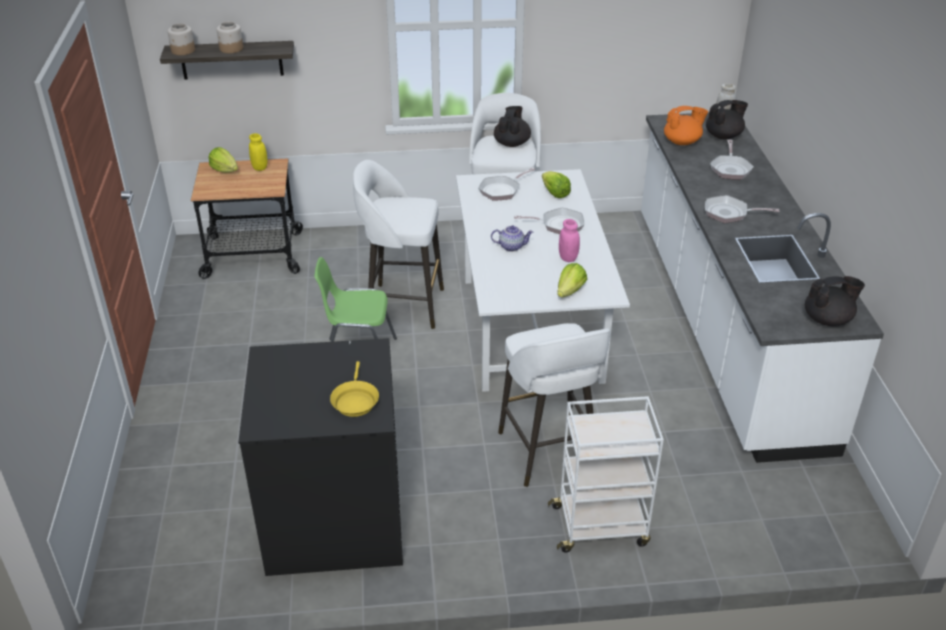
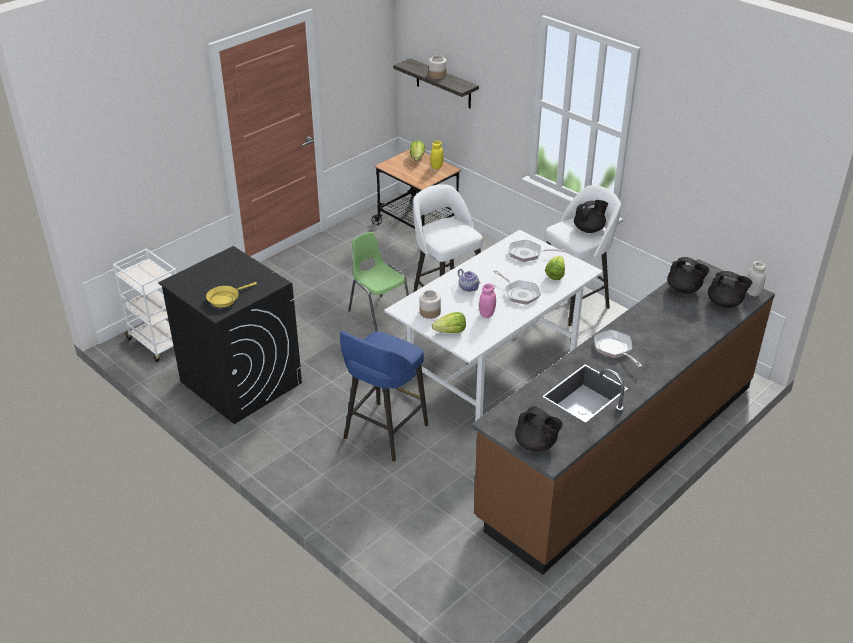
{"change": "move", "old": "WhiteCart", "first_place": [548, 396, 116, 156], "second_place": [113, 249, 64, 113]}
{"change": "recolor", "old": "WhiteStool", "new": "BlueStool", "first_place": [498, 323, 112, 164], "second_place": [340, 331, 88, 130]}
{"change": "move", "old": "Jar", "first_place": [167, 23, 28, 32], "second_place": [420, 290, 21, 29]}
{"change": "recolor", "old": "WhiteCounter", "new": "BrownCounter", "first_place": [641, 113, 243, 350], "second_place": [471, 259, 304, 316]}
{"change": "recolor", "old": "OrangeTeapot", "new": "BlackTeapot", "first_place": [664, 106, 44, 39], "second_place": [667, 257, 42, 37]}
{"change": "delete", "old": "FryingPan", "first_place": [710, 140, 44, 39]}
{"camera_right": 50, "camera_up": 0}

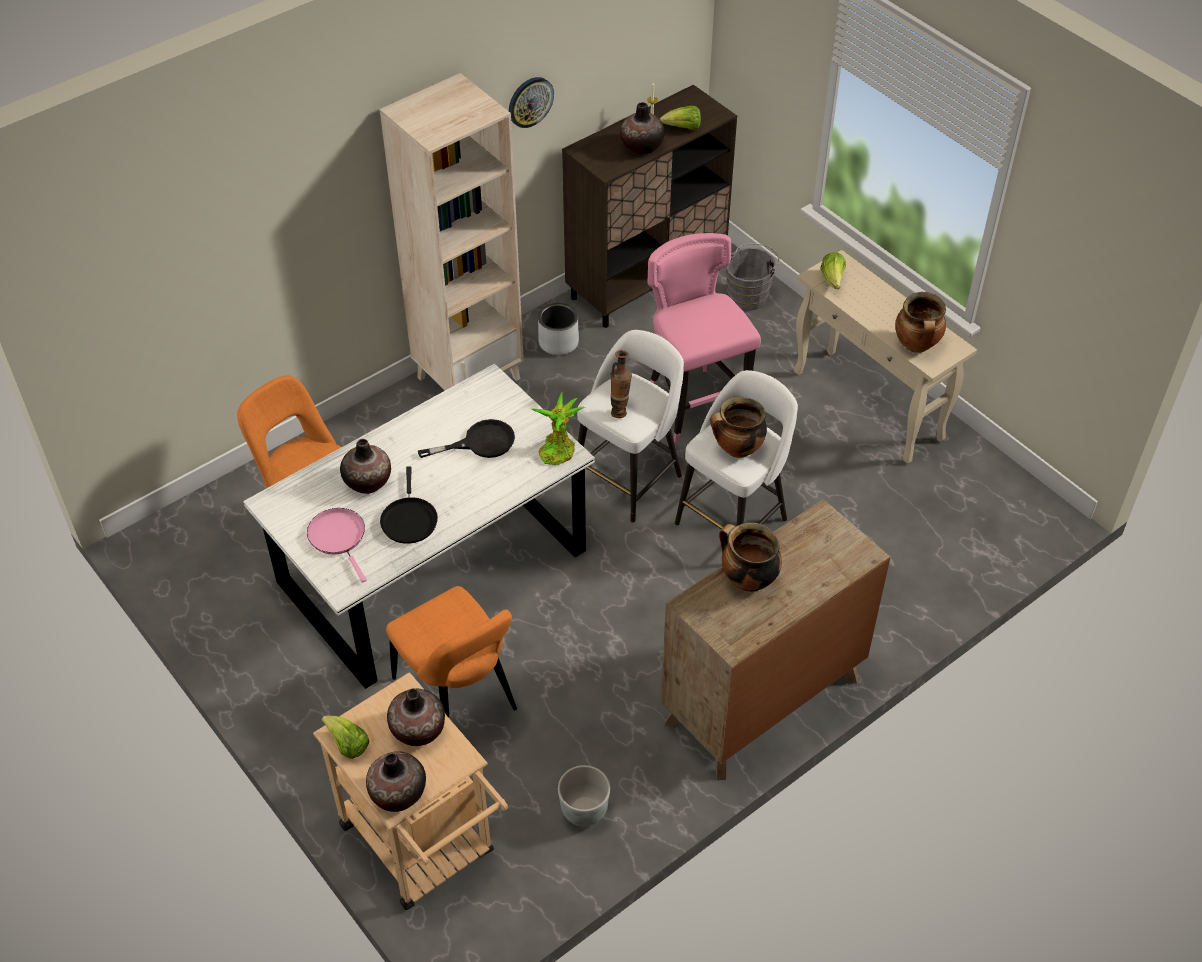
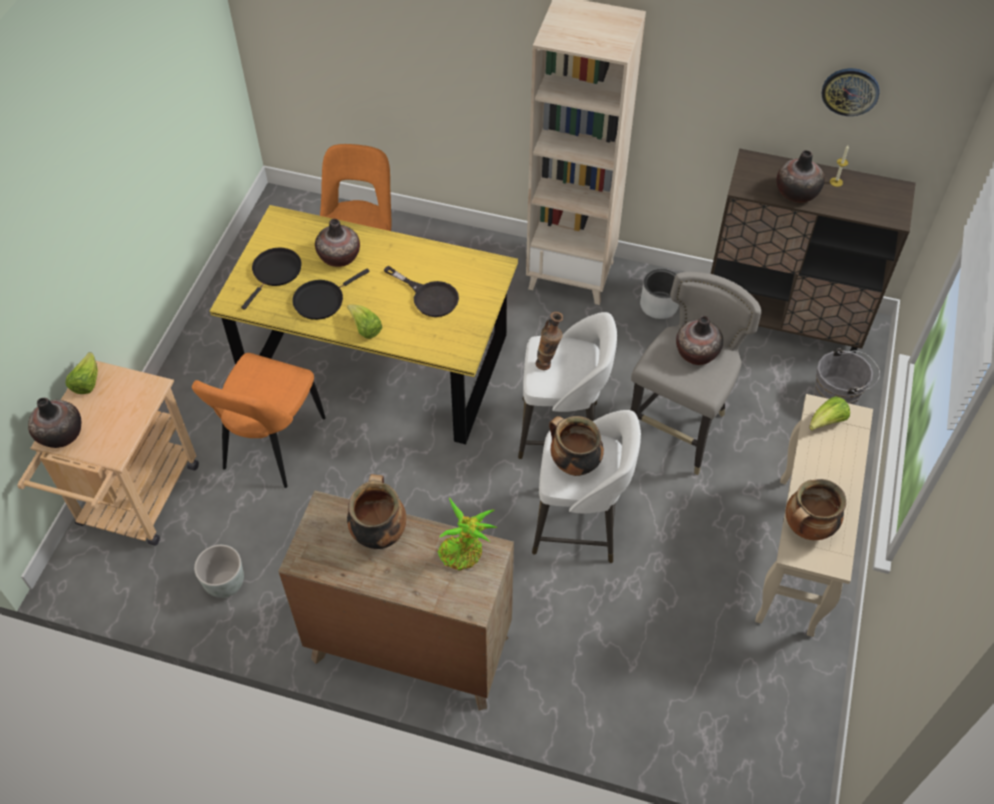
{"change": "recolor", "old": "WhiteDiningTable", "new": "YellowDiningTable", "first_place": [243, 364, 352, 325], "second_place": [210, 205, 308, 239]}
{"change": "recolor", "old": "PinkFryingPan", "new": "BlackFryingPan", "first_place": [307, 508, 60, 75], "second_place": [241, 248, 61, 62]}
{"change": "move", "old": "Lettuce", "first_place": [660, 106, 41, 24], "second_place": [347, 305, 35, 34]}
{"change": "move", "old": "PottedPlant", "first_place": [531, 392, 55, 73], "second_place": [438, 497, 60, 74]}
{"change": "recolor", "old": "PinkStool", "new": "GreyStool", "first_place": [648, 233, 113, 210], "second_place": [631, 272, 130, 203]}
{"change": "move", "old": "Vase", "first_place": [387, 689, 58, 57], "second_place": [676, 316, 47, 49]}
{"change": "move", "old": "WallClock", "first_place": [509, 77, 45, 51], "second_place": [821, 68, 59, 48]}
{"camera_right": 55, "camera_up": 5}

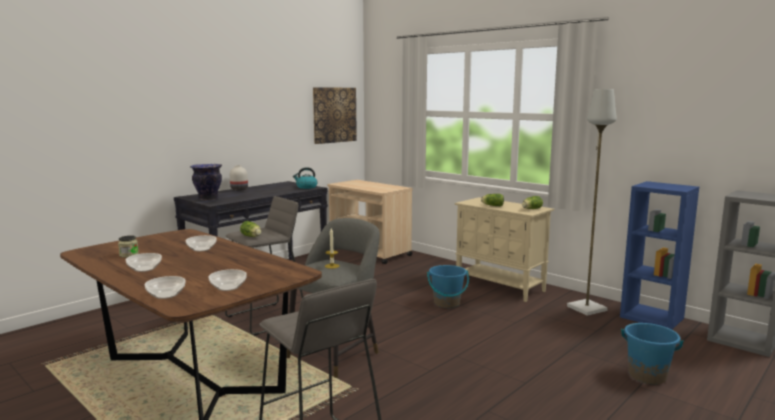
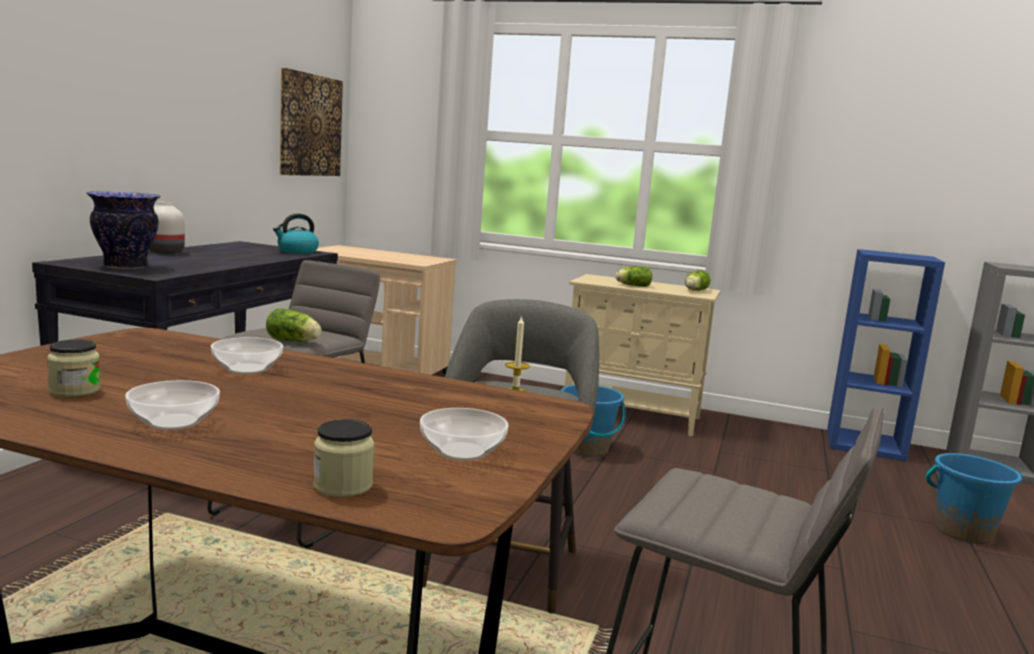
{"change": "replace", "old": "Bowl", "new": "Jar", "first_place": [145, 276, 41, 23], "second_place": [313, 419, 61, 78]}
{"change": "delete", "old": "GreyFloorLamp", "first_place": [567, 89, 50, 227]}
{"camera_right": -25, "camera_up": 0}

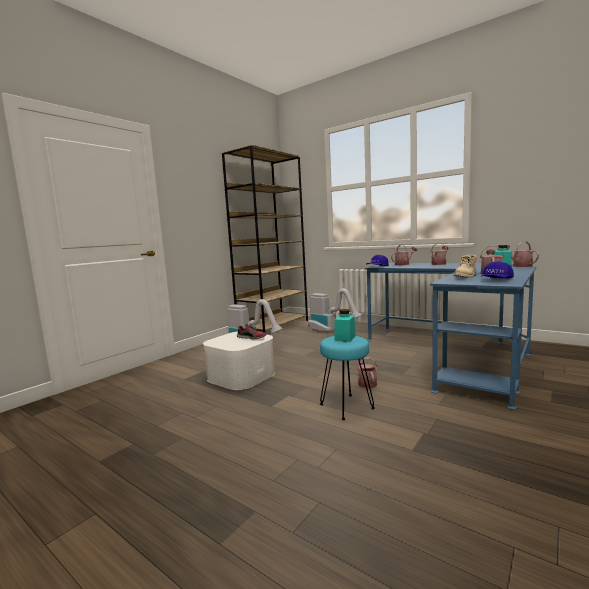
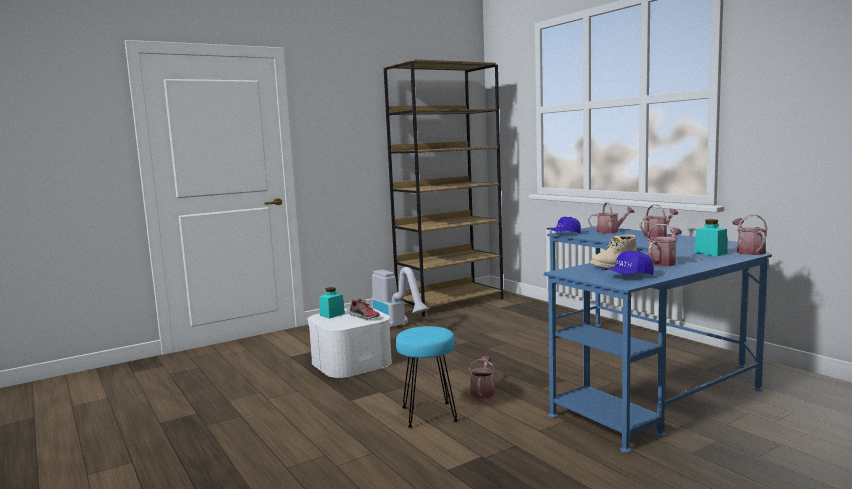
{"change": "move", "old": "TurquoiseJar", "first_place": [334, 309, 22, 33], "second_place": [319, 287, 26, 32]}
{"change": "delete", "old": "VacuumCleaner", "first_place": [308, 288, 54, 45]}
{"camera_right": 20, "camera_up": 0}

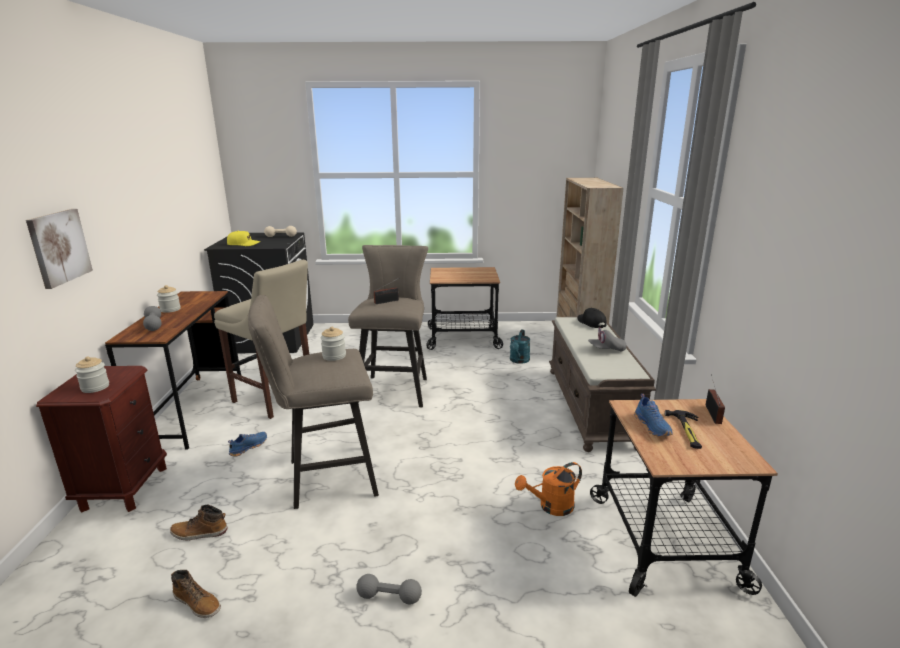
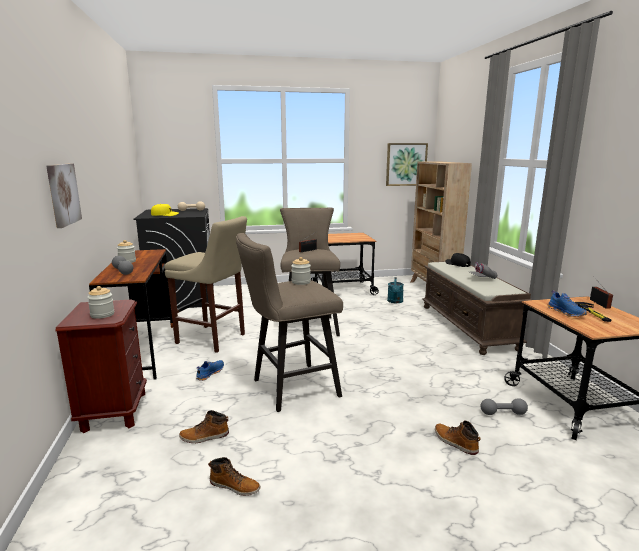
{"change": "insert", "new": "Picture", "second_place": [386, 143, 42, 43]}
{"change": "insert", "new": "Boot", "second_place": [435, 420, 46, 35]}
{"change": "move", "old": "GreyDumbbell", "first_place": [357, 574, 65, 31], "second_place": [480, 398, 48, 17]}
{"change": "delete", "old": "OrangeWateringCan", "first_place": [515, 462, 67, 54]}
{"camera_right": -10, "camera_up": -5}

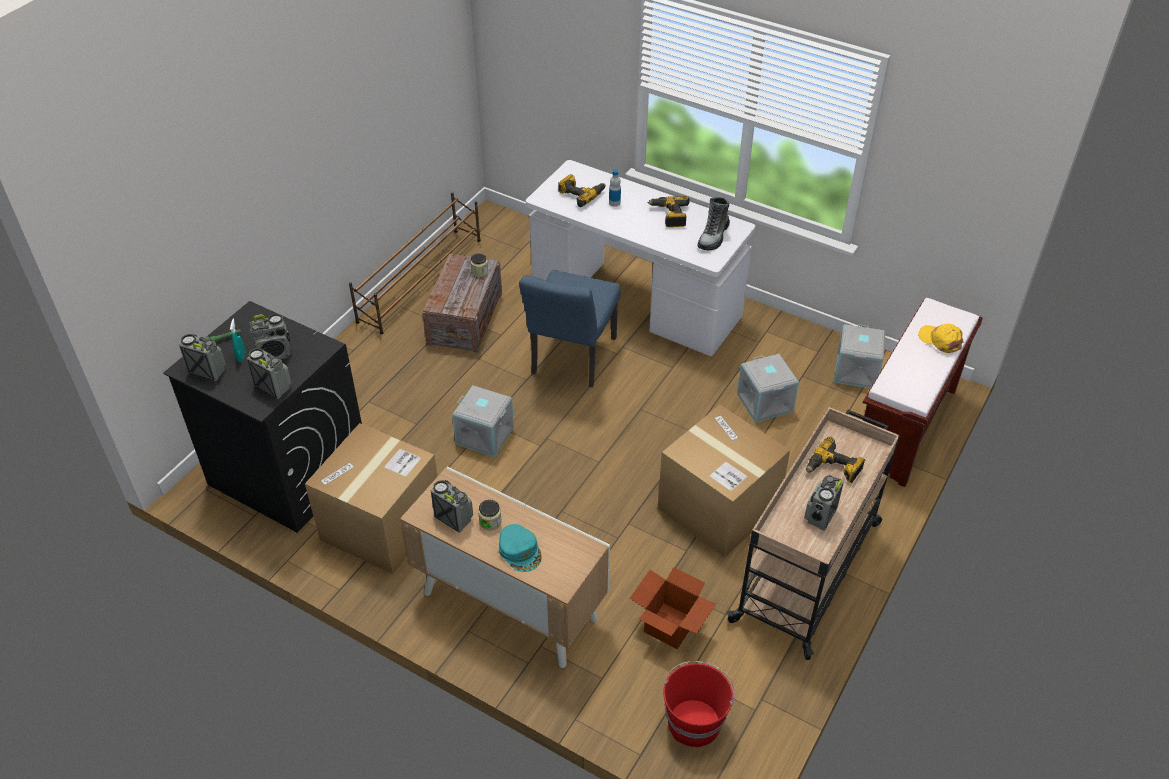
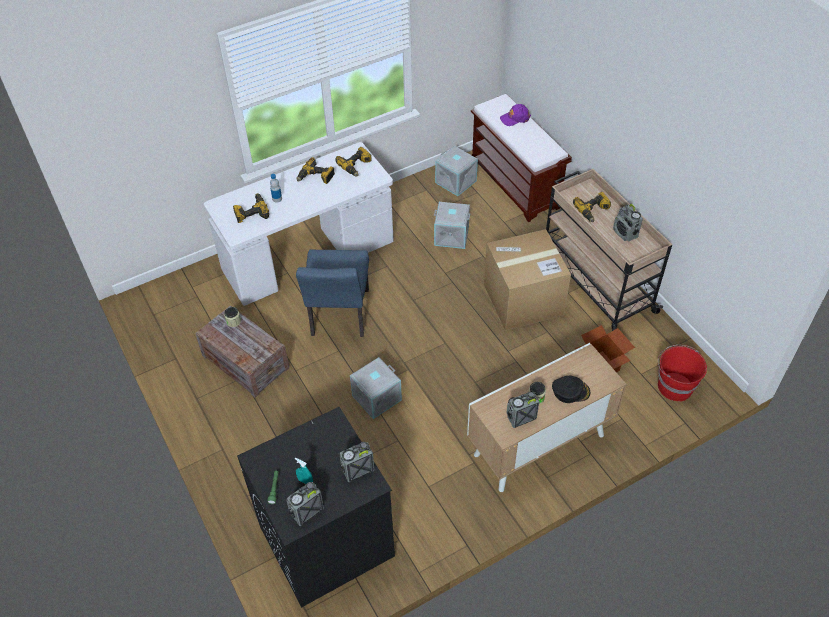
{"change": "rotate", "old": "BlueChair", "first_place": [519, 270, 102, 117], "second_place": [296, 249, 73, 88], "degrees": 45}
{"change": "replace", "old": "Boot", "new": "PowerDrill", "first_place": [698, 197, 32, 53], "second_place": [335, 147, 37, 30]}
{"change": "recolor", "old": "YellowCap", "new": "PurpleCap", "first_place": [918, 324, 46, 29], "second_place": [500, 104, 31, 22]}
{"change": "recolor", "old": "TurquoiseCap", "new": "BlackCap", "first_place": [499, 524, 43, 48], "second_place": [552, 376, 38, 27]}
{"change": "delete", "old": "Radio", "first_place": [249, 313, 42, 46]}
{"change": "delete", "old": "CardboardBox", "first_place": [305, 423, 132, 151]}
{"change": "delete", "old": "BrownShoeRack", "first_place": [349, 192, 132, 142]}
{"camera_right": -60, "camera_up": 5}

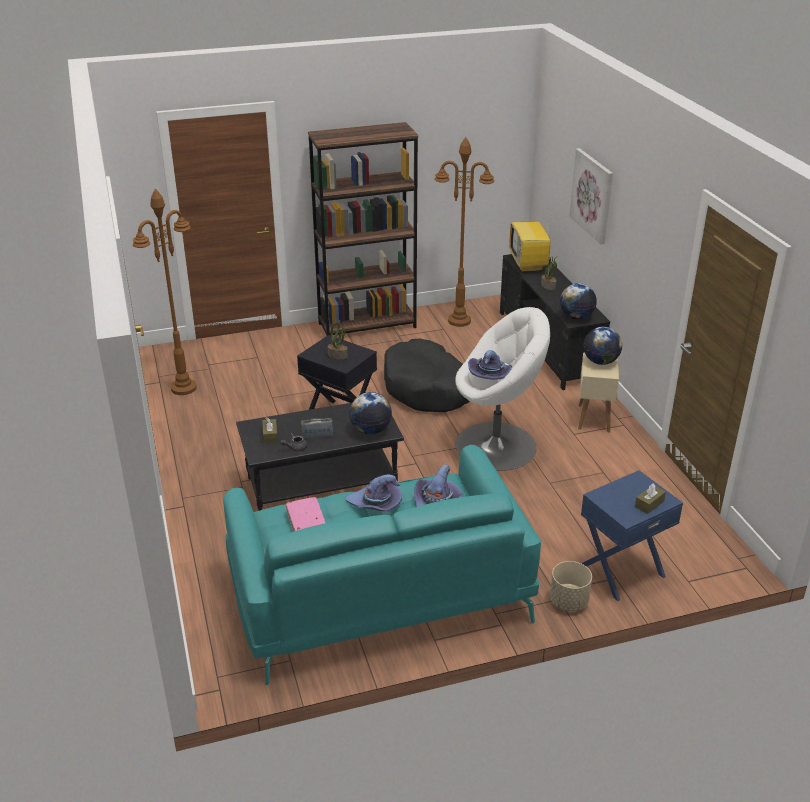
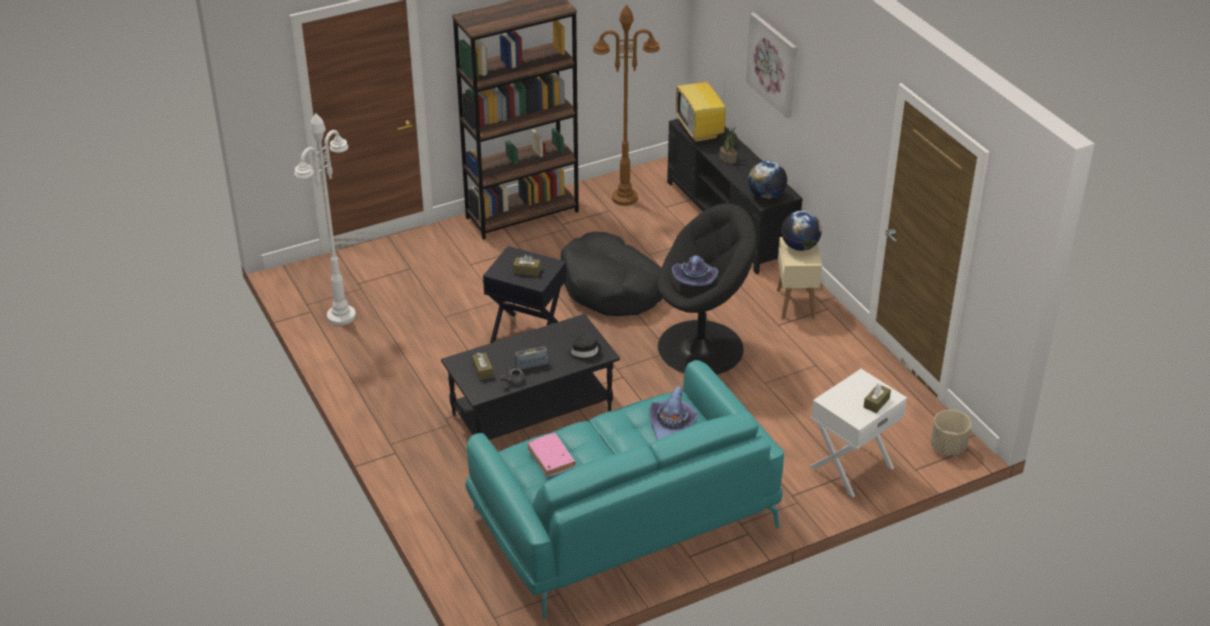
{"change": "recolor", "old": "BrownFloorLamp", "new": "WhiteFloorLamp", "first_place": [133, 189, 64, 206], "second_place": [294, 113, 62, 212]}
{"change": "replace", "old": "PottedPlant", "new": "BrownTissueBox", "first_place": [328, 320, 20, 40], "second_place": [513, 254, 28, 22]}
{"change": "replace", "old": "Globe", "new": "BlackHat", "first_place": [349, 392, 43, 42], "second_place": [567, 334, 34, 29]}
{"change": "recolor", "old": "WhiteArmchair", "new": "BlackArmchair", "first_place": [455, 307, 95, 164], "second_place": [657, 203, 99, 172]}
{"change": "recolor", "old": "BlueSideTable", "new": "WhiteSideTable", "first_place": [581, 470, 102, 131], "second_place": [809, 369, 98, 128]}
{"change": "move", "old": "BeigePlanter", "first_place": [550, 561, 42, 50], "second_place": [931, 410, 40, 46]}
{"change": "delete", "old": "PurpleHat", "first_place": [345, 475, 57, 36]}
{"camera_right": -10, "camera_up": 5}

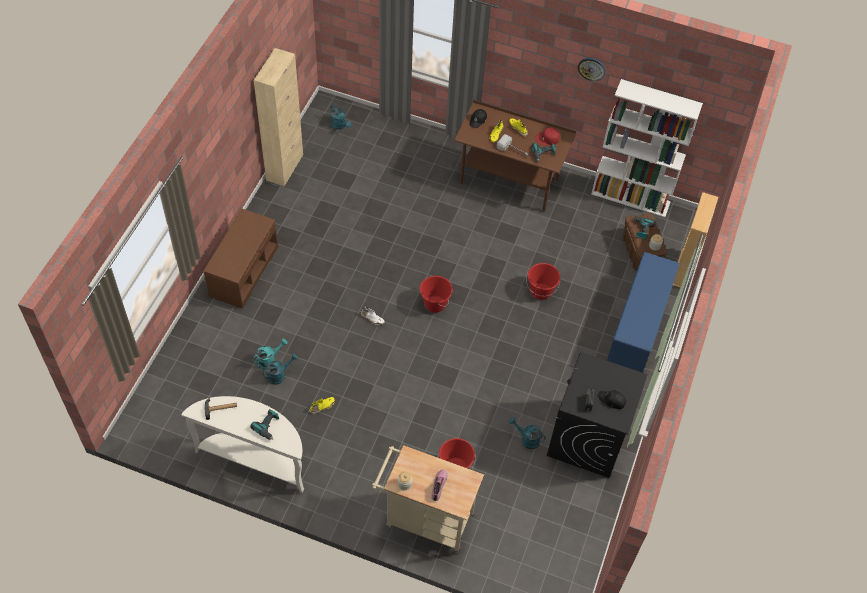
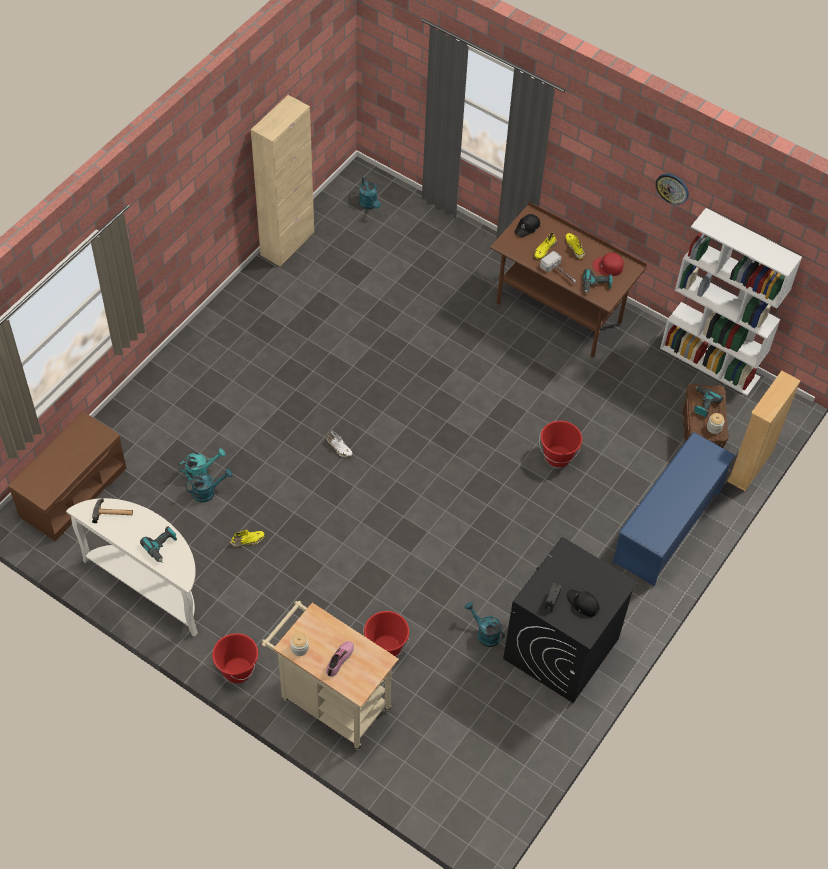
{"change": "move", "old": "BrownBench", "first_place": [204, 209, 74, 100], "second_place": [8, 412, 118, 129]}
{"change": "move", "old": "RedBucket", "first_place": [420, 276, 33, 37], "second_place": [212, 633, 46, 50]}
{"camera_right": 15, "camera_up": 0}

